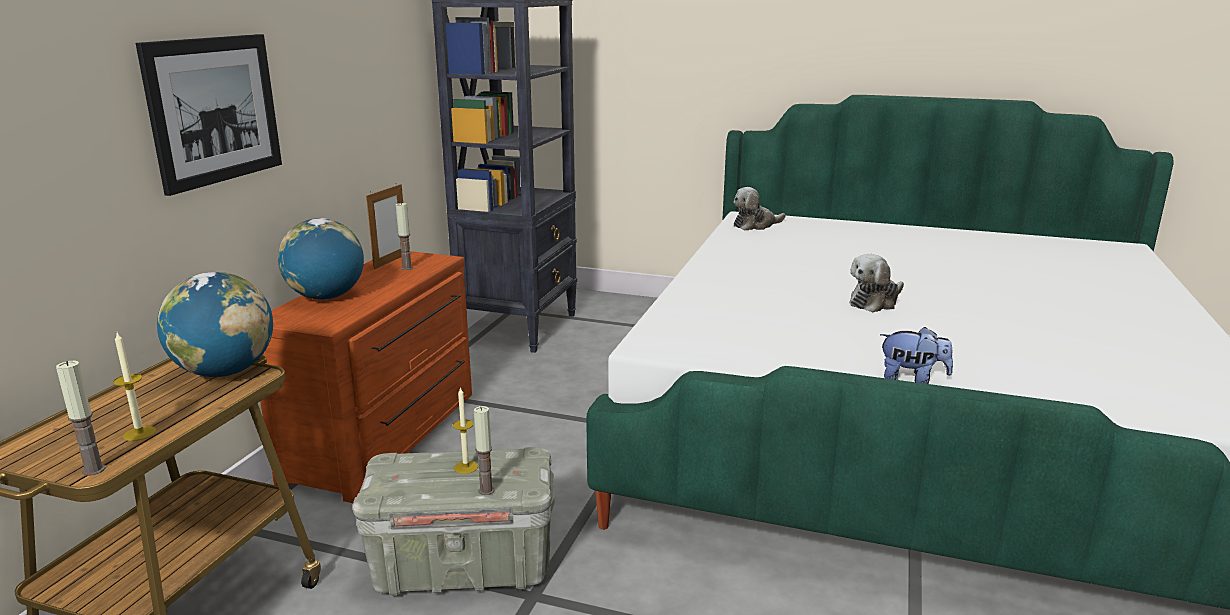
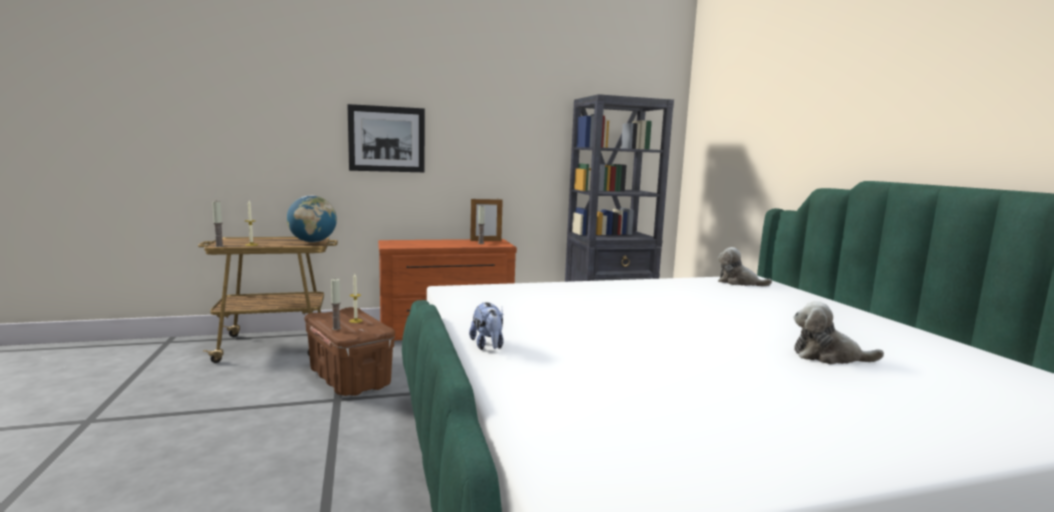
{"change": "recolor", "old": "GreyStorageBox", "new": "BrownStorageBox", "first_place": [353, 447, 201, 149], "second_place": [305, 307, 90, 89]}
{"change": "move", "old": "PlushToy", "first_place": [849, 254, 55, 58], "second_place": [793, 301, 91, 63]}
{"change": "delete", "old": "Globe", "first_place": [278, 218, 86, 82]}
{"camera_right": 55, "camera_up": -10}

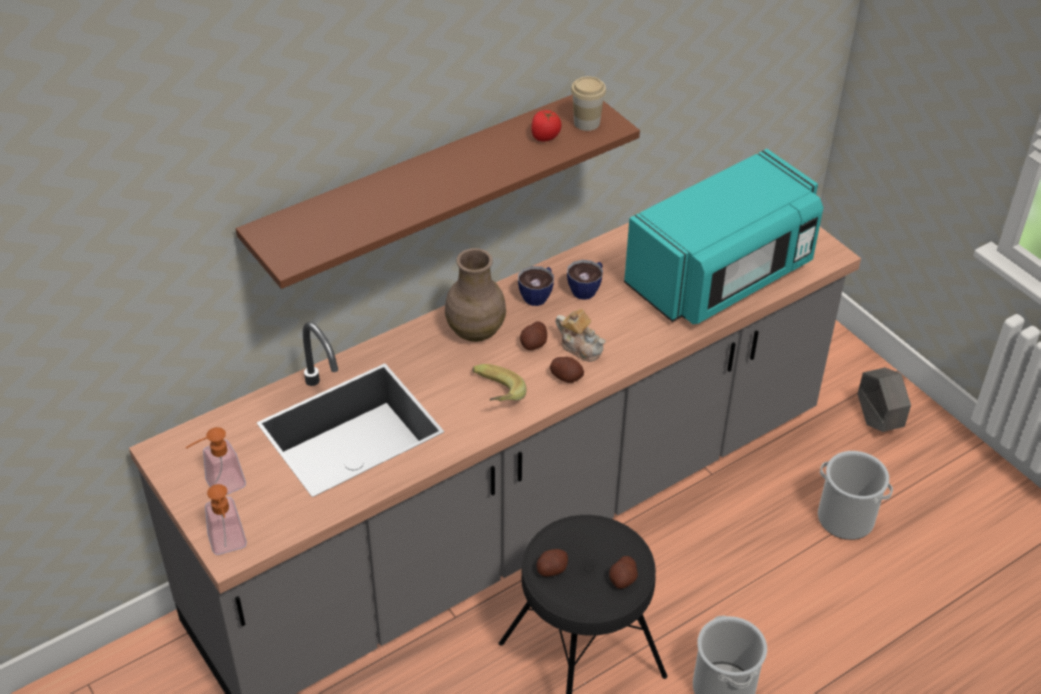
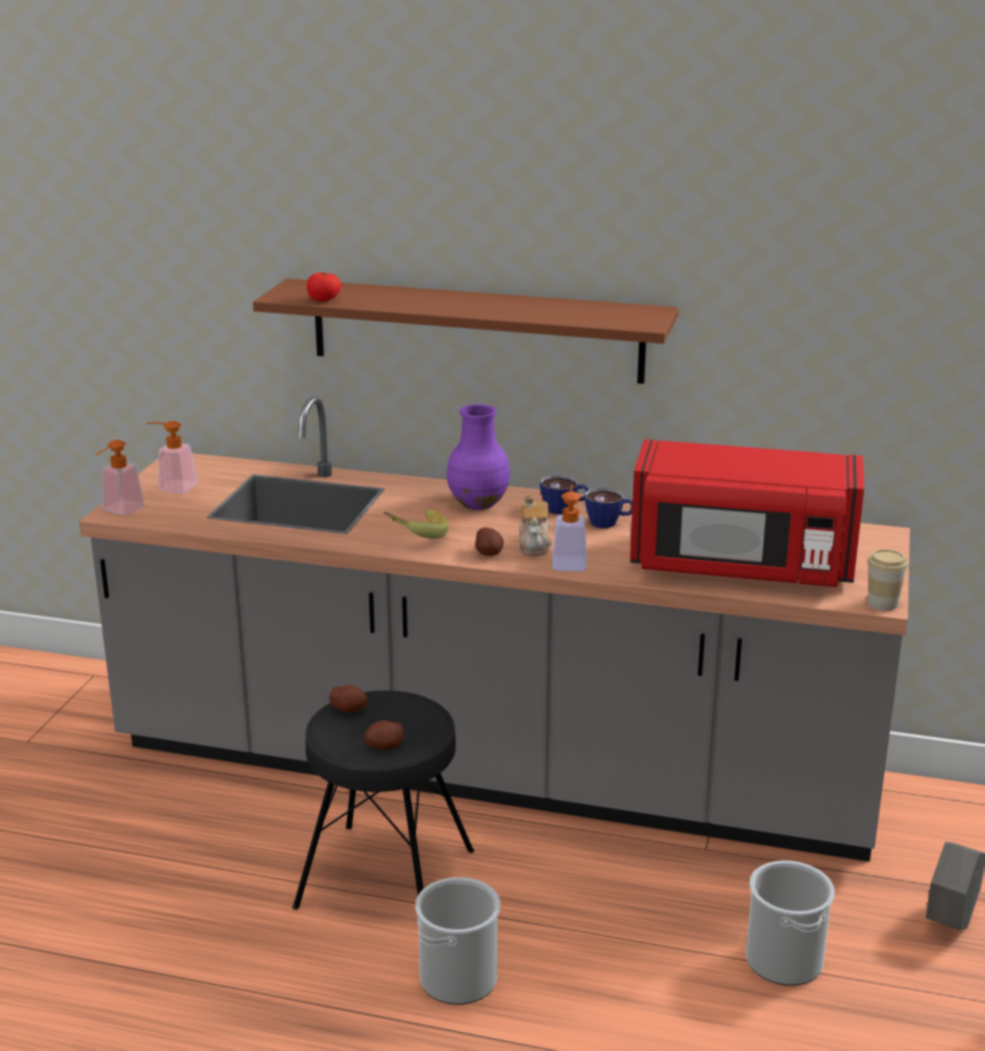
{"change": "move", "old": "Tomato", "first_place": [531, 110, 31, 31], "second_place": [307, 272, 34, 30]}
{"change": "recolor", "old": "BrownVase", "new": "PurpleVase", "first_place": [445, 248, 61, 94], "second_place": [447, 404, 63, 106]}
{"change": "insert", "new": "SoapDispenser", "second_place": [552, 484, 35, 87]}
{"change": "recolor", "old": "TurquoiseMicrowave", "new": "RedMicrowave", "first_place": [624, 149, 200, 175], "second_place": [630, 439, 234, 148]}
{"change": "move", "old": "Cup", "first_place": [571, 76, 35, 55], "second_place": [867, 549, 42, 62]}
{"change": "delete", "old": "Potato", "first_place": [520, 321, 27, 29]}
{"camera_right": 50, "camera_up": -20}

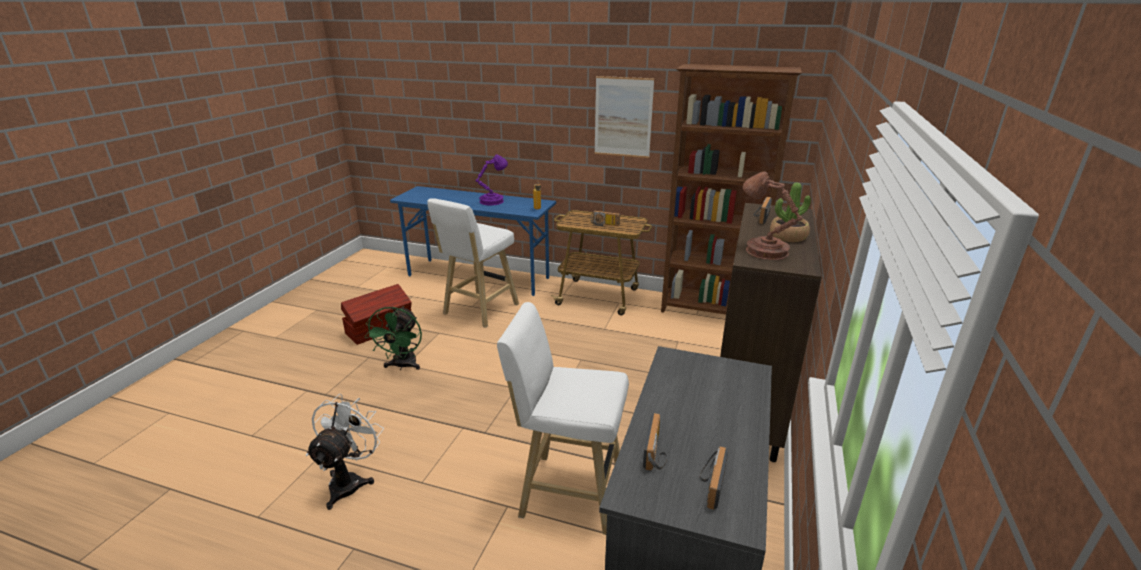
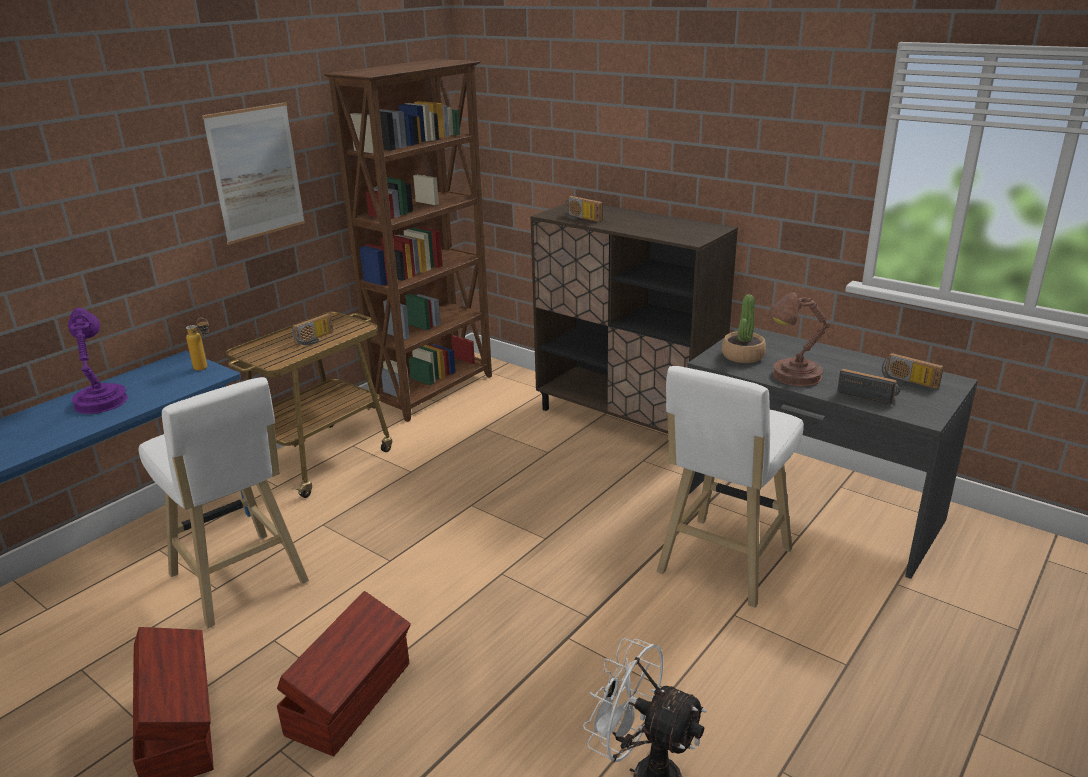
{"change": "replace", "old": "GreenFan", "new": "BrownStorageBox", "first_place": [365, 306, 57, 64], "second_place": [277, 591, 134, 165]}
{"change": "move", "old": "PottedPlant", "first_place": [770, 183, 41, 59], "second_place": [721, 294, 45, 69]}
{"change": "move", "old": "BrownTableLamp", "first_place": [743, 172, 60, 88], "second_place": [769, 292, 61, 94]}
{"camera_right": -70, "camera_up": 0}

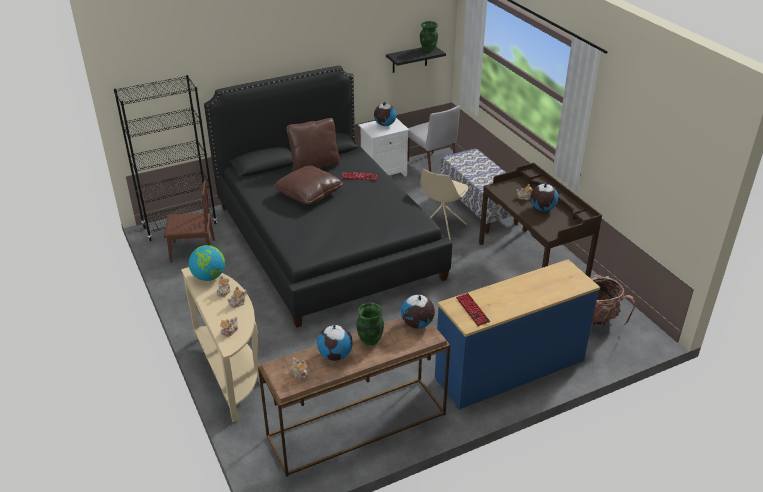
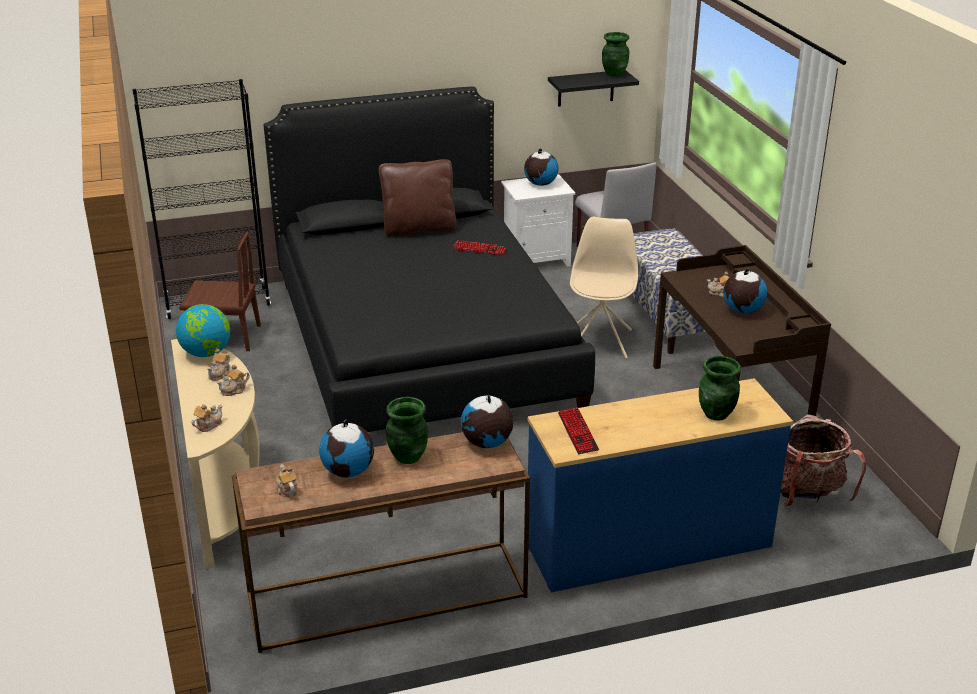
{"change": "rotate", "old": "BeigeChair", "first_place": [421, 169, 47, 71], "second_place": [570, 216, 68, 143], "degrees": 150}
{"change": "insert", "new": "GreenVase", "second_place": [699, 356, 42, 65]}
{"change": "delete", "old": "BrownPillow", "first_place": [274, 165, 69, 40]}
{"camera_right": 10, "camera_up": -5}

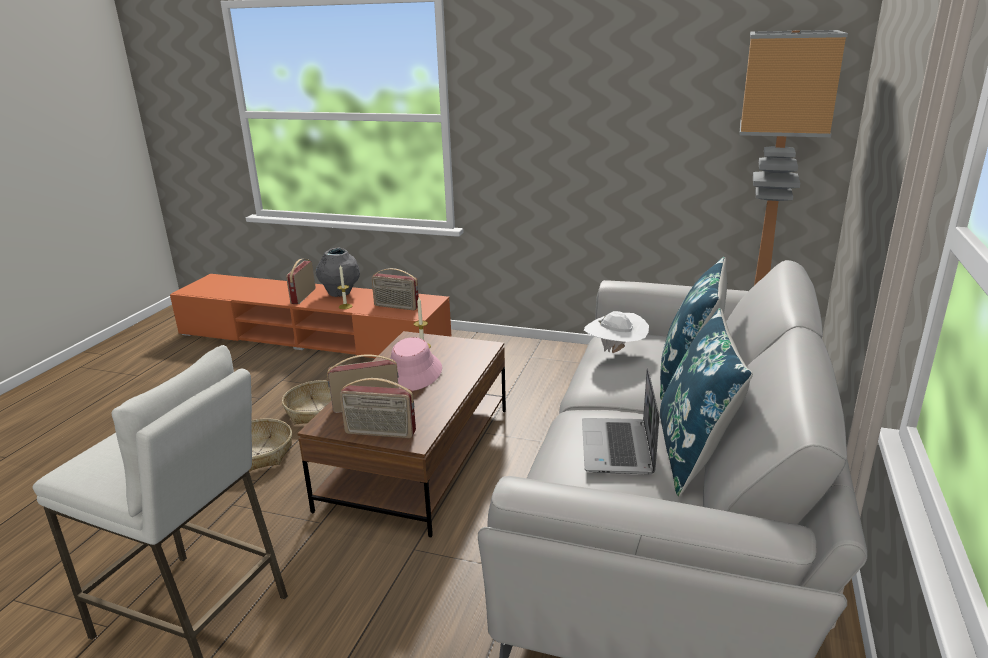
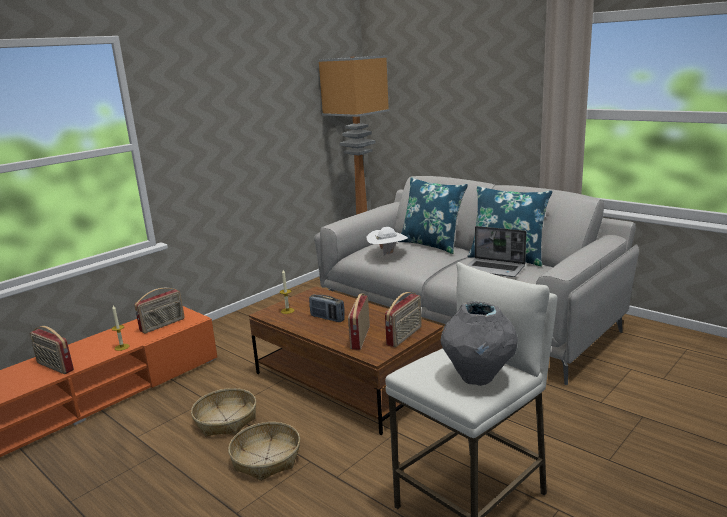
{"change": "replace", "old": "PinkHat", "new": "Radio", "first_place": [390, 337, 52, 54], "second_place": [309, 294, 36, 28]}
{"change": "move", "old": "GreyVase", "first_place": [316, 248, 44, 49], "second_place": [441, 301, 77, 85]}
{"camera_right": -65, "camera_up": -5}

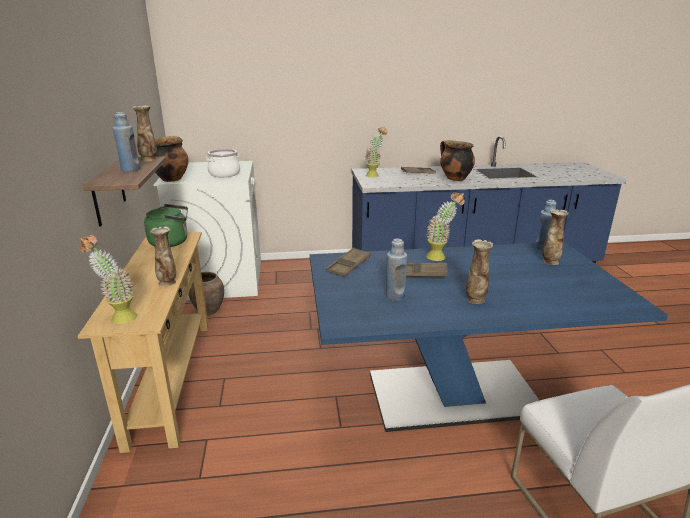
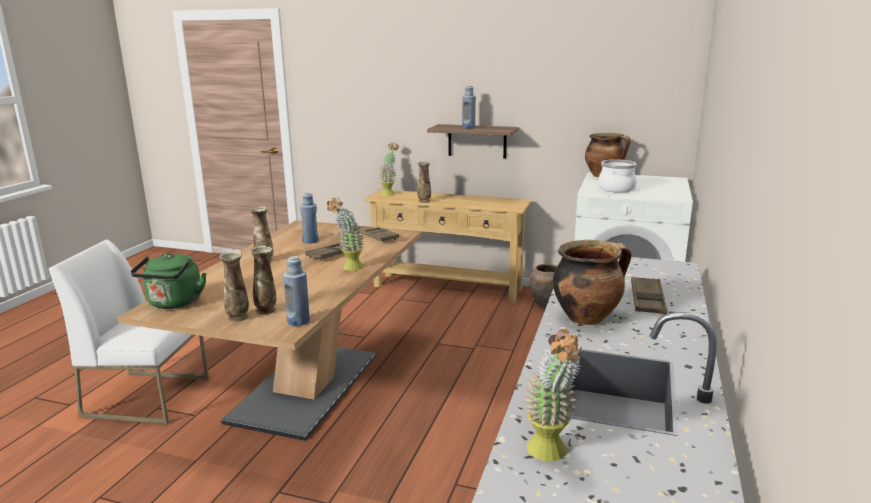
{"change": "recolor", "old": "BlueDiningTable", "new": "BrownDiningTable", "first_place": [310, 242, 358, 190], "second_place": [118, 220, 304, 221]}
{"change": "move", "old": "GreenKettle", "first_place": [144, 204, 44, 43], "second_place": [130, 254, 77, 55]}
{"change": "move", "old": "Vase", "first_place": [133, 105, 24, 56], "second_place": [219, 252, 30, 70]}
{"change": "move", "old": "PottedPlant", "first_place": [366, 127, 21, 50], "second_place": [523, 329, 59, 132]}
{"camera_right": 115, "camera_up": -5}

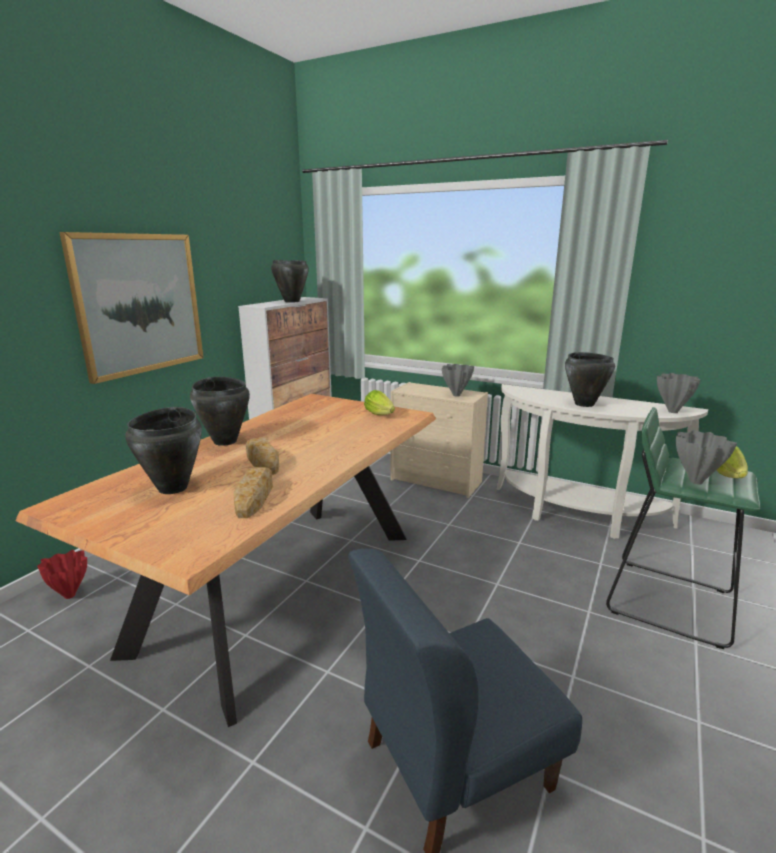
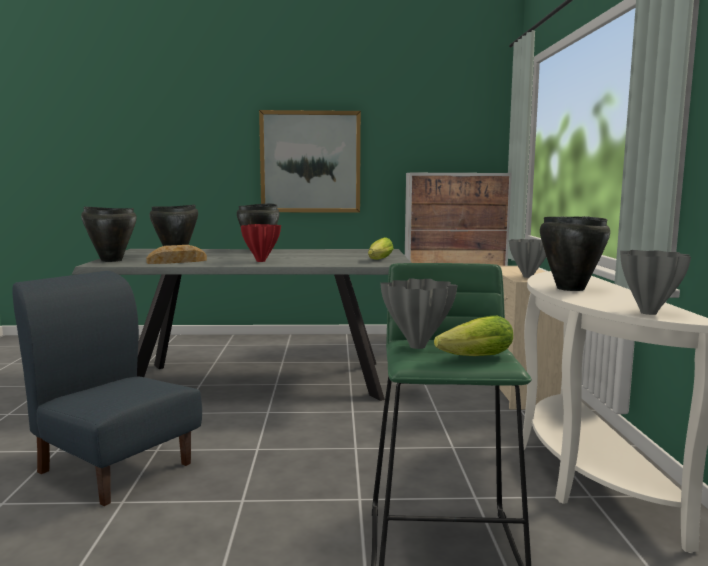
{"change": "recolor", "old": "BrownDiningTable", "new": "GreyDiningTable", "first_place": [15, 394, 421, 333], "second_place": [72, 249, 339, 152]}
{"change": "move", "old": "BlackCookingPot", "first_place": [271, 260, 38, 43], "second_place": [81, 206, 56, 56]}
{"change": "move", "old": "RedVase", "first_place": [37, 550, 50, 49], "second_place": [241, 224, 40, 38]}
{"change": "delete", "old": "Bread", "first_place": [246, 437, 33, 38]}
{"camera_right": 60, "camera_up": -10}

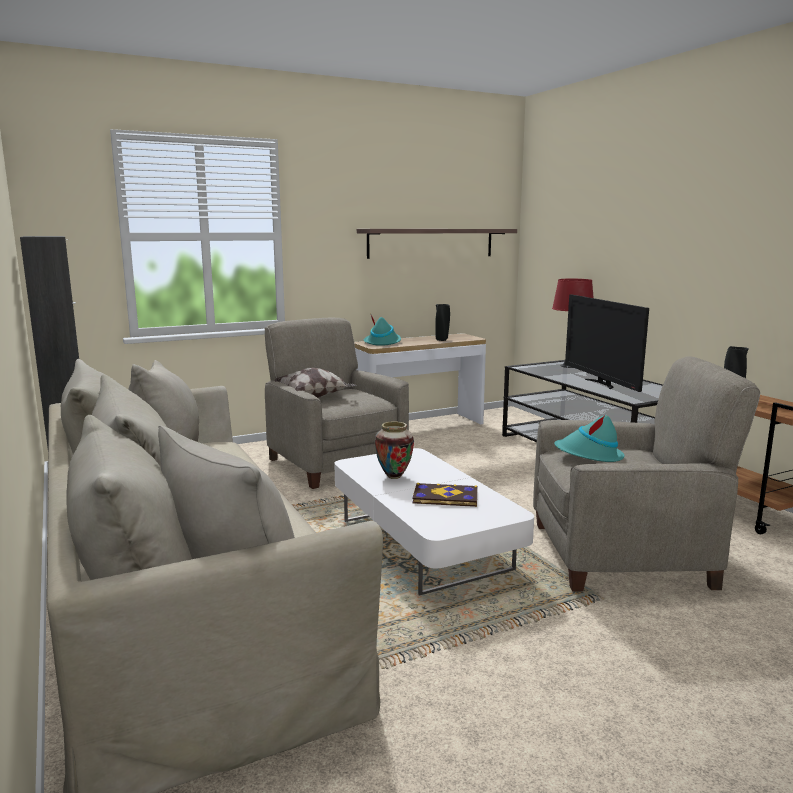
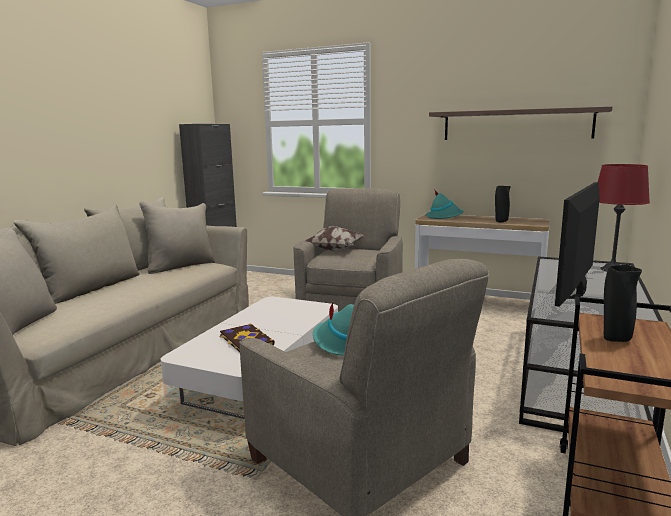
{"change": "delete", "old": "Vase", "first_place": [375, 421, 39, 58]}
{"camera_right": 50, "camera_up": 0}

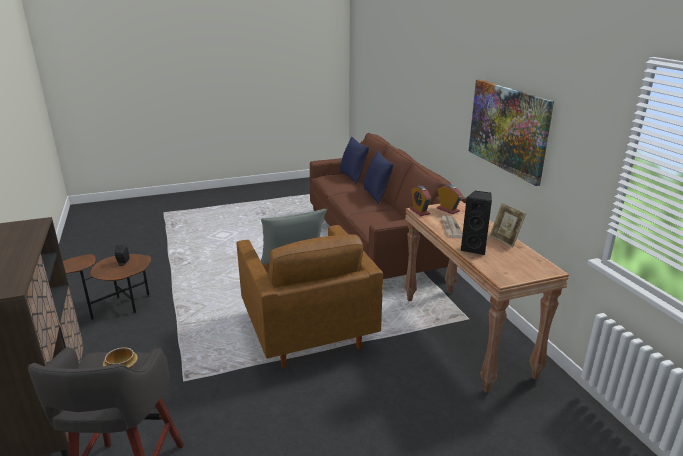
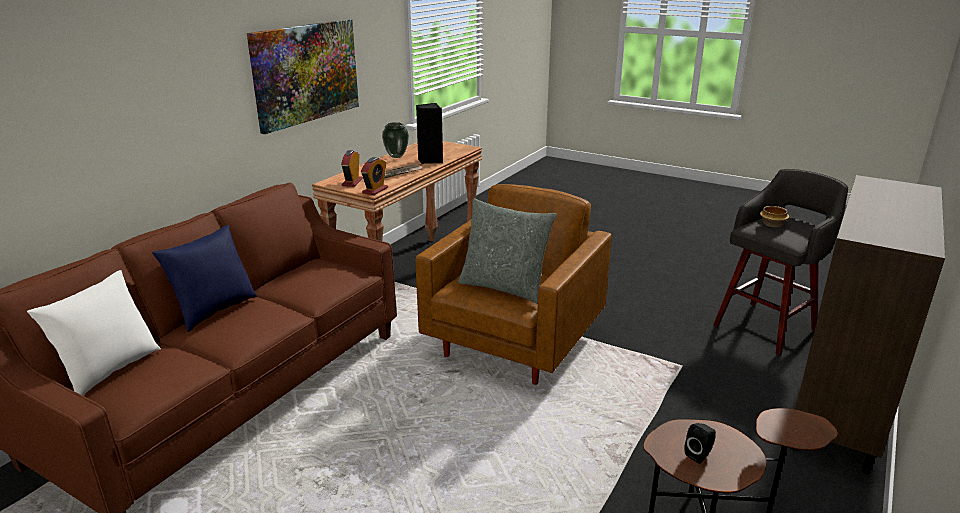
{"change": "recolor", "old": "BluePillow", "new": "WhitePillow", "first_place": [340, 137, 29, 47], "second_place": [27, 270, 134, 126]}
{"change": "replace", "old": "PictureFrame", "new": "Vase", "first_place": [490, 203, 36, 44], "second_place": [382, 122, 27, 36]}
{"camera_right": -130, "camera_up": 0}

